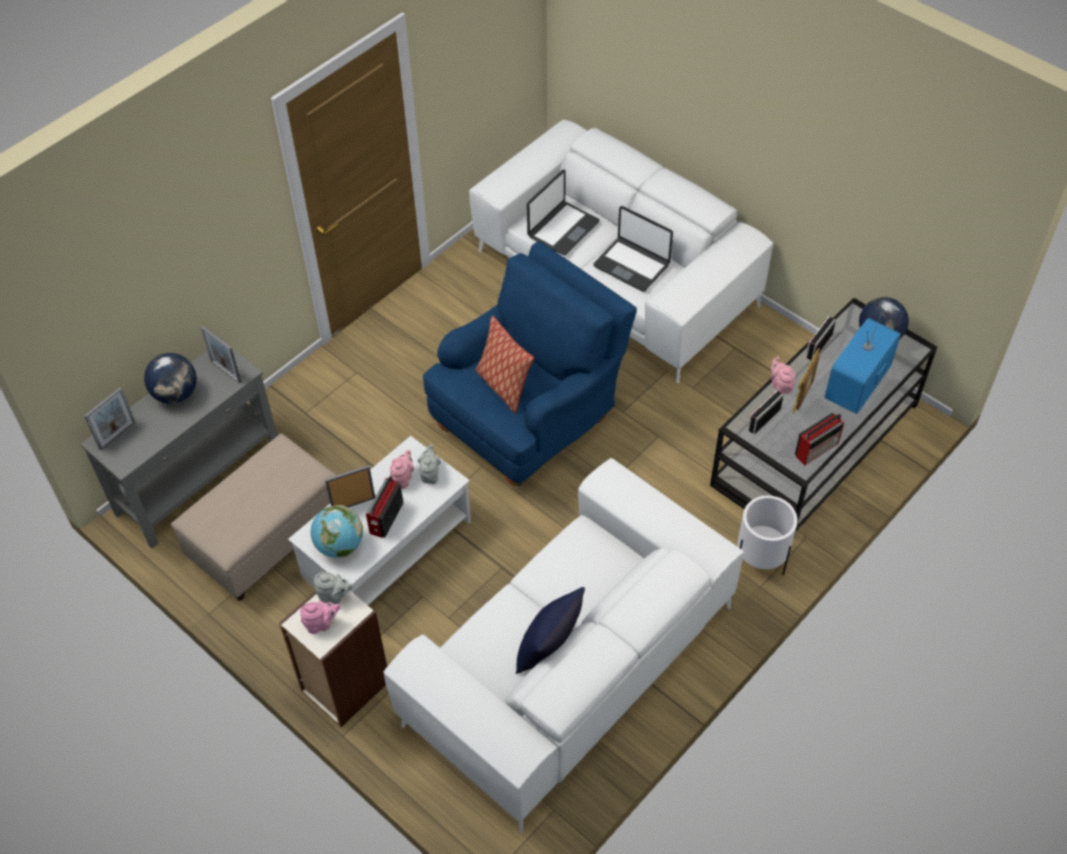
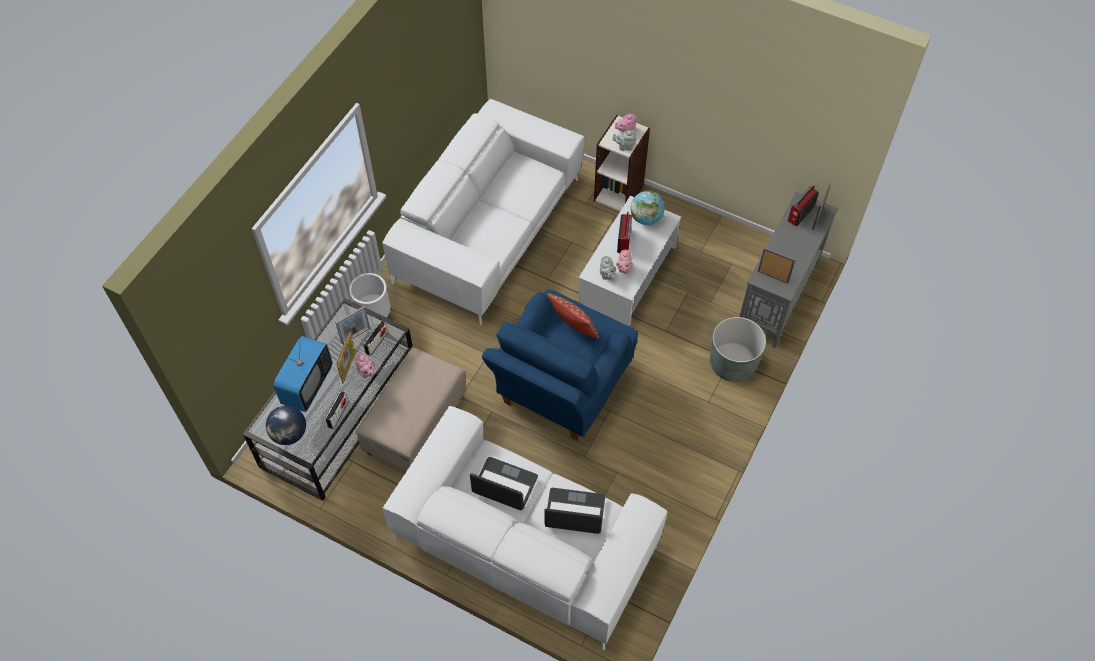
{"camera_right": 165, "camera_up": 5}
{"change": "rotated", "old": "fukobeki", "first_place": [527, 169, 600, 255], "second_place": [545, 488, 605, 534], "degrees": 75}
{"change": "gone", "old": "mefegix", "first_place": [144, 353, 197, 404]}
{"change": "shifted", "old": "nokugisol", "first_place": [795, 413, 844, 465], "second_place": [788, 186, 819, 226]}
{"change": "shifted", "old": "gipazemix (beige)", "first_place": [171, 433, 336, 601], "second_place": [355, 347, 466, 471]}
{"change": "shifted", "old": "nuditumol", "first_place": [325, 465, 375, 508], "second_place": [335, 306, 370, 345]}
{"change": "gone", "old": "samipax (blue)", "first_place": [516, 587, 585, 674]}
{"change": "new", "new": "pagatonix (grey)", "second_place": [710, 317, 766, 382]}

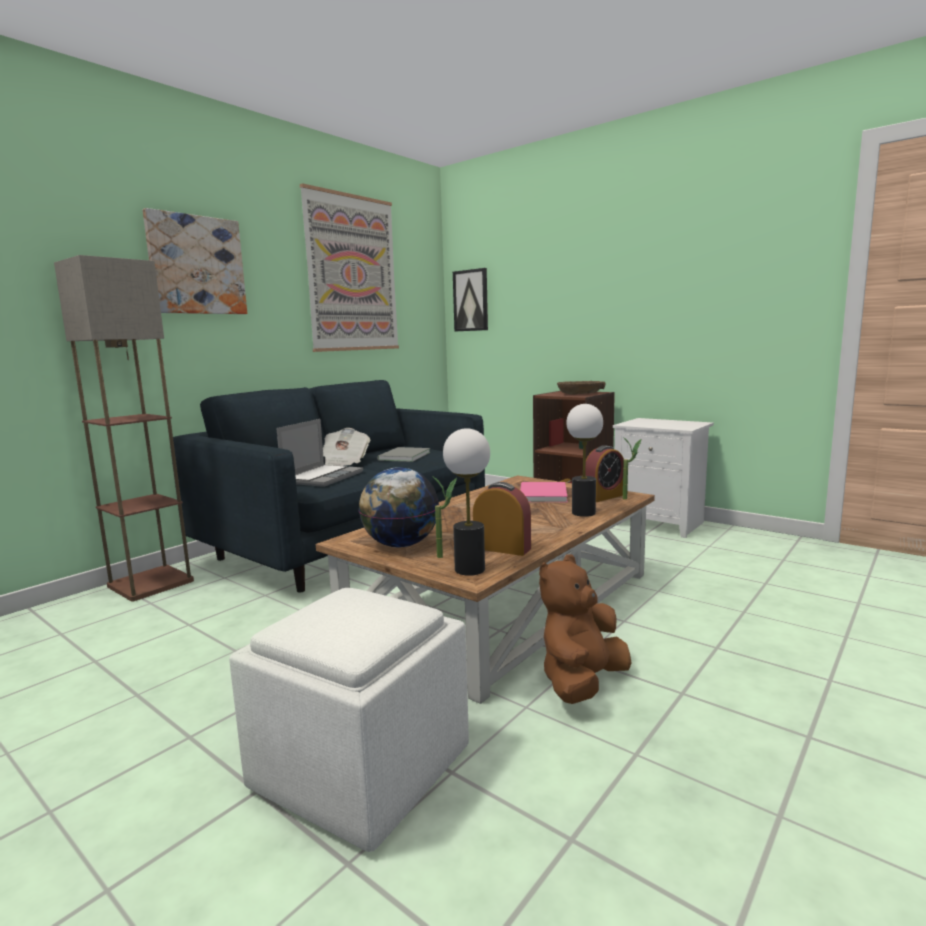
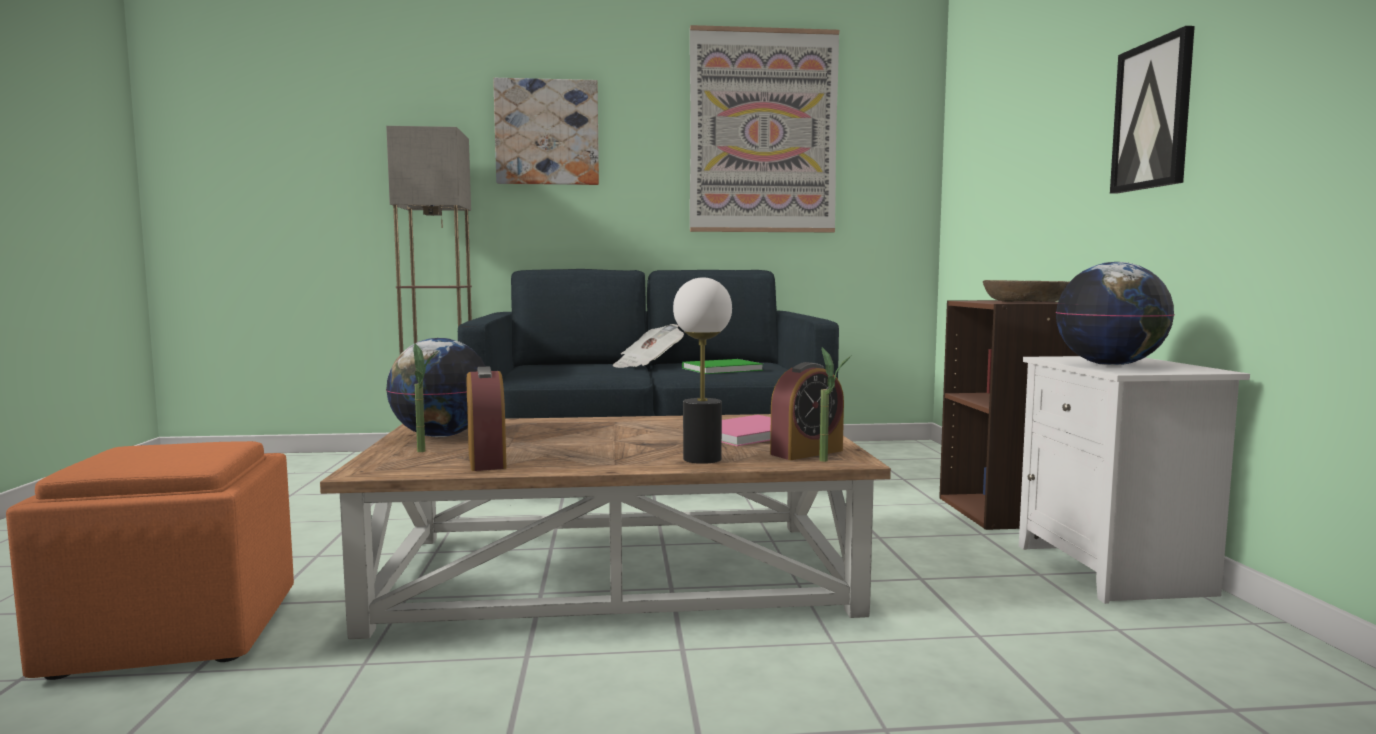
{"camera_right": 45, "camera_up": -5}
{"change": "shifted", "old": "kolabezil", "first_place": [453, 268, 488, 331], "second_place": [1110, 26, 1195, 193]}
{"change": "gone", "old": "fukobeki", "first_place": [276, 419, 363, 487]}
{"change": "gone", "old": "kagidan", "first_place": [443, 428, 490, 576]}
{"change": "rotated", "old": "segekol", "first_place": [585, 445, 624, 502], "second_place": [770, 362, 844, 460], "degrees": -45}
{"change": "repainted", "old": "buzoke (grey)", "new": "buzoke (green)", "first_place": [377, 447, 430, 462], "second_place": [682, 359, 763, 374]}
{"change": "gone", "old": "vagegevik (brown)", "first_place": [539, 555, 631, 704]}
{"change": "repainted", "old": "gipazemix (white)", "new": "gipazemix (orange)", "first_place": [229, 588, 469, 852], "second_place": [6, 441, 294, 680]}
{"change": "new", "new": "mefegix", "second_place": [1056, 262, 1175, 365]}

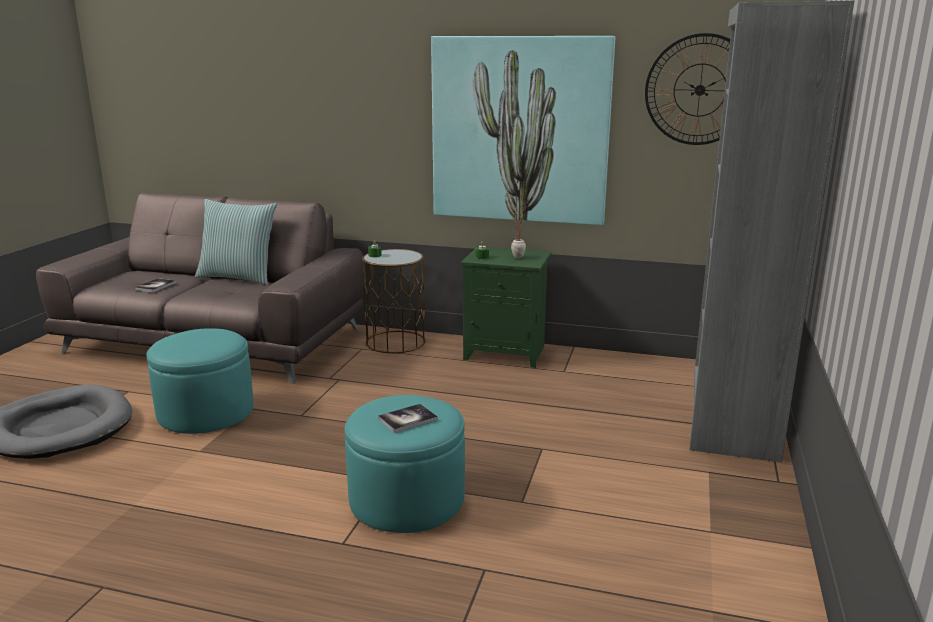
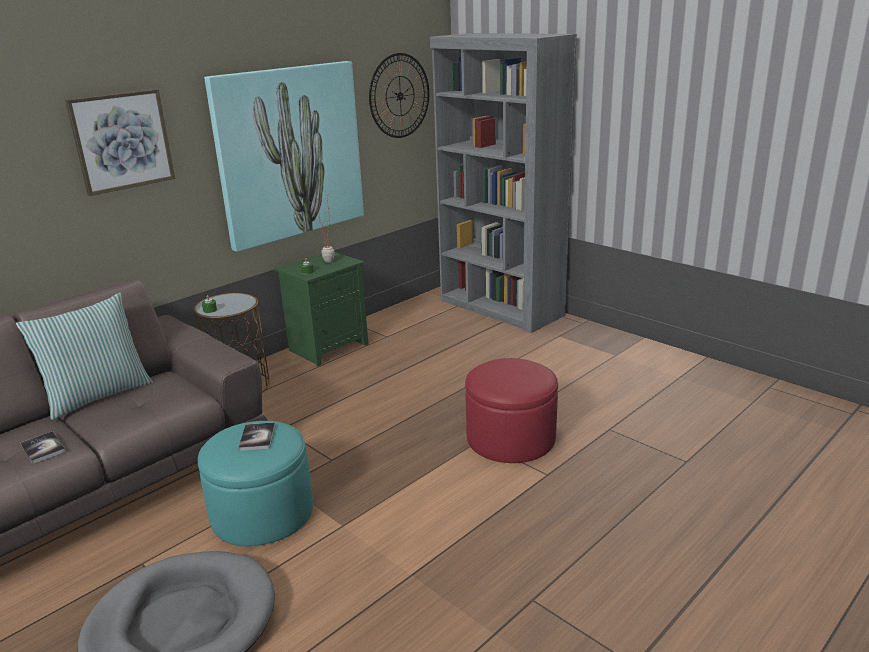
{"camera_right": -60, "camera_up": 5}
{"change": "repainted", "old": "gipazemix (turquoise)", "new": "gipazemix (red)", "first_place": [345, 395, 465, 533], "second_place": [465, 358, 558, 463]}
{"change": "shifted", "old": "buzoke", "first_place": [378, 404, 438, 433], "second_place": [239, 422, 275, 451]}
{"change": "new", "new": "kolabezil", "second_place": [65, 89, 175, 196]}

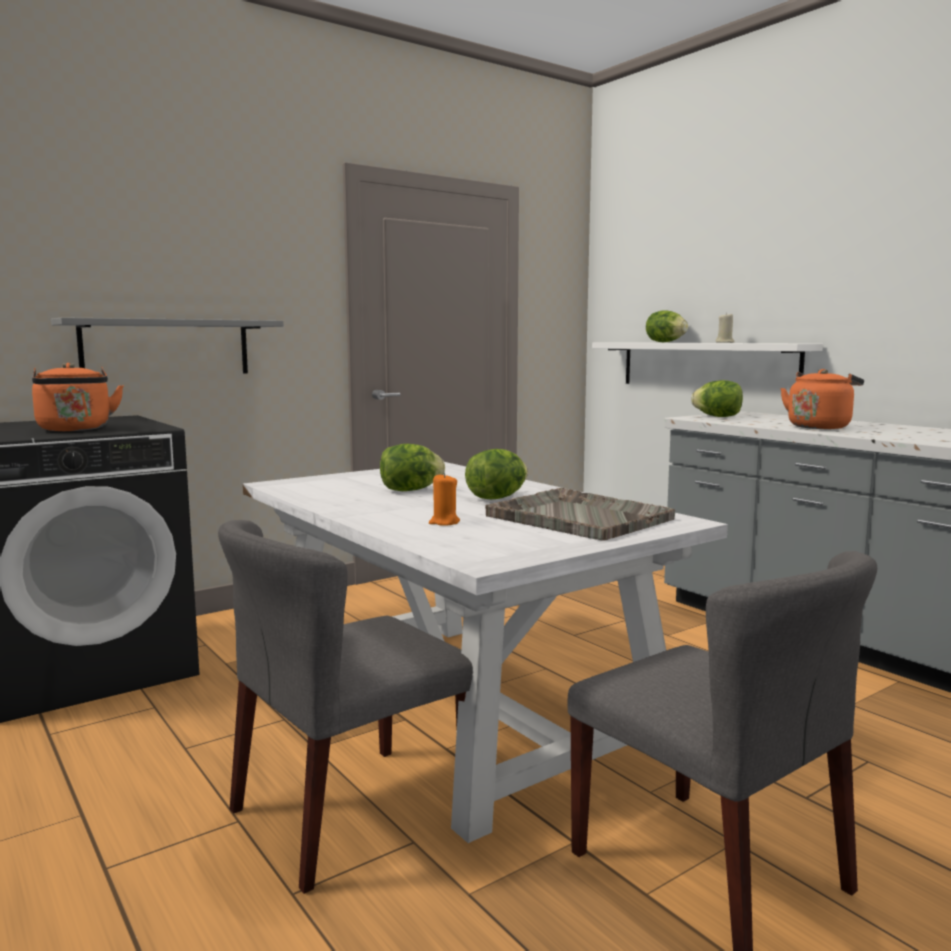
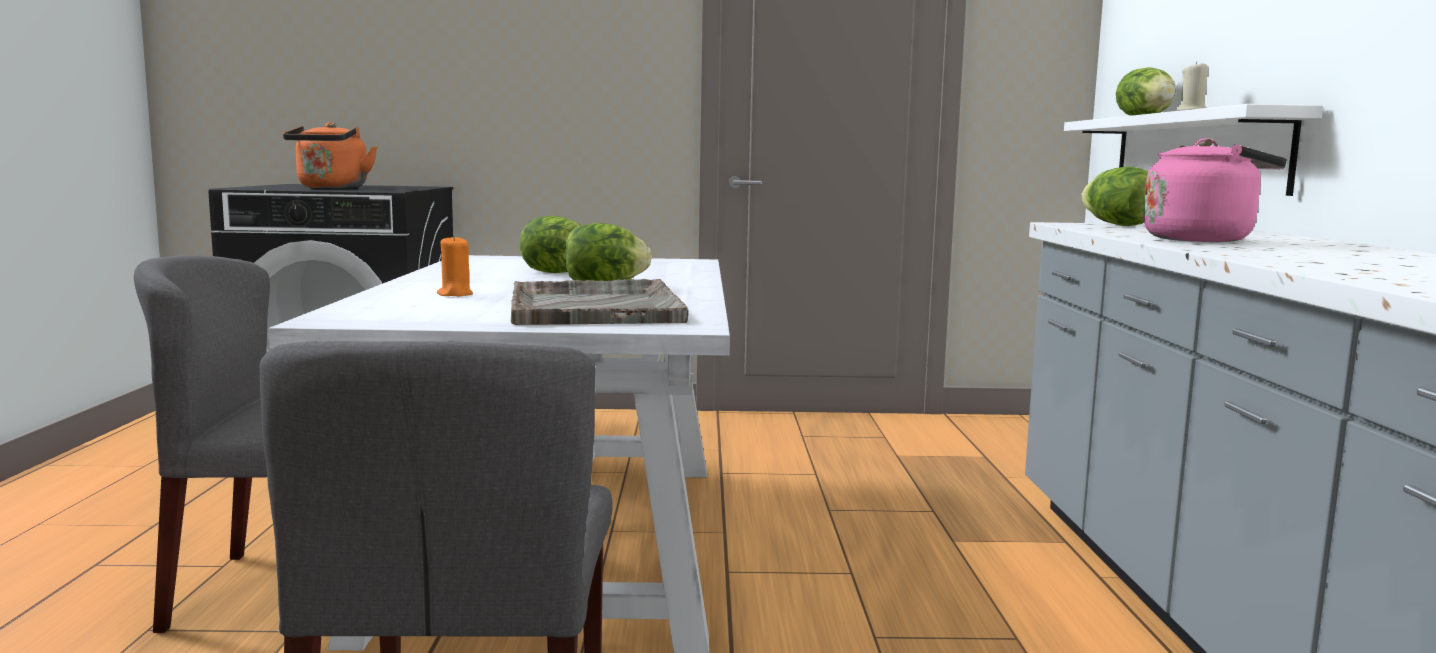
{"camera_right": 35, "camera_up": 0}
{"change": "gone", "old": "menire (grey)", "first_place": [51, 317, 284, 374]}
{"change": "repainted", "old": "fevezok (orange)", "new": "fevezok (pink)", "first_place": [780, 369, 864, 429], "second_place": [1143, 138, 1287, 242]}

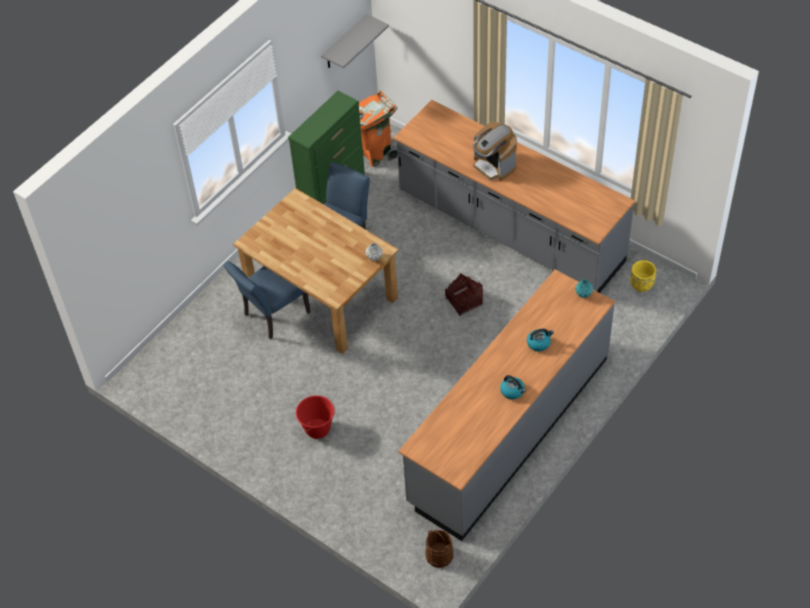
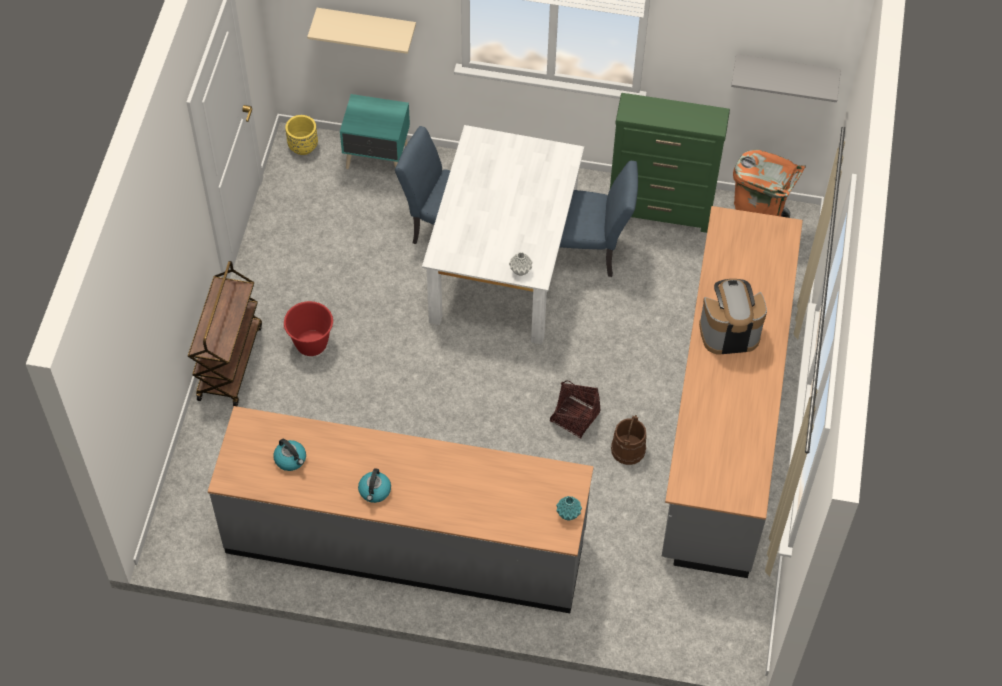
{"camera_right": 60, "camera_up": 5}
{"change": "rotated", "old": "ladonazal", "first_place": [473, 122, 517, 181], "second_place": [699, 279, 767, 354], "degrees": 60}
{"change": "repainted", "old": "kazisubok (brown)", "new": "kazisubok (white)", "first_place": [233, 188, 399, 354], "second_place": [422, 125, 584, 345]}
{"change": "shifted", "old": "pagatonix (yellow)", "first_place": [630, 260, 656, 292], "second_place": [285, 115, 318, 155]}
{"change": "shifted", "old": "fevezok", "first_place": [527, 329, 554, 351], "second_place": [273, 439, 306, 471]}
{"change": "shifted", "old": "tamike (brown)", "first_place": [425, 530, 454, 568], "second_place": [611, 415, 646, 465]}
{"change": "new", "new": "menire (beige)", "second_place": [307, 8, 416, 54]}
{"change": "new", "new": "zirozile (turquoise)", "second_place": [340, 94, 410, 169]}
{"change": "new", "new": "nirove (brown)", "second_place": [188, 261, 262, 407]}

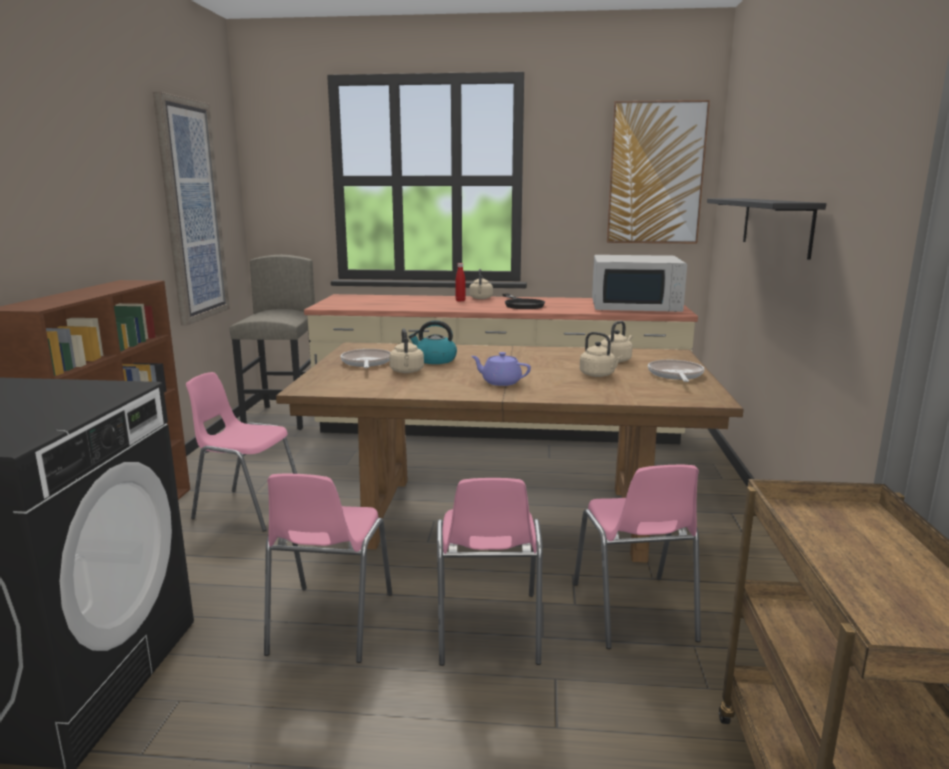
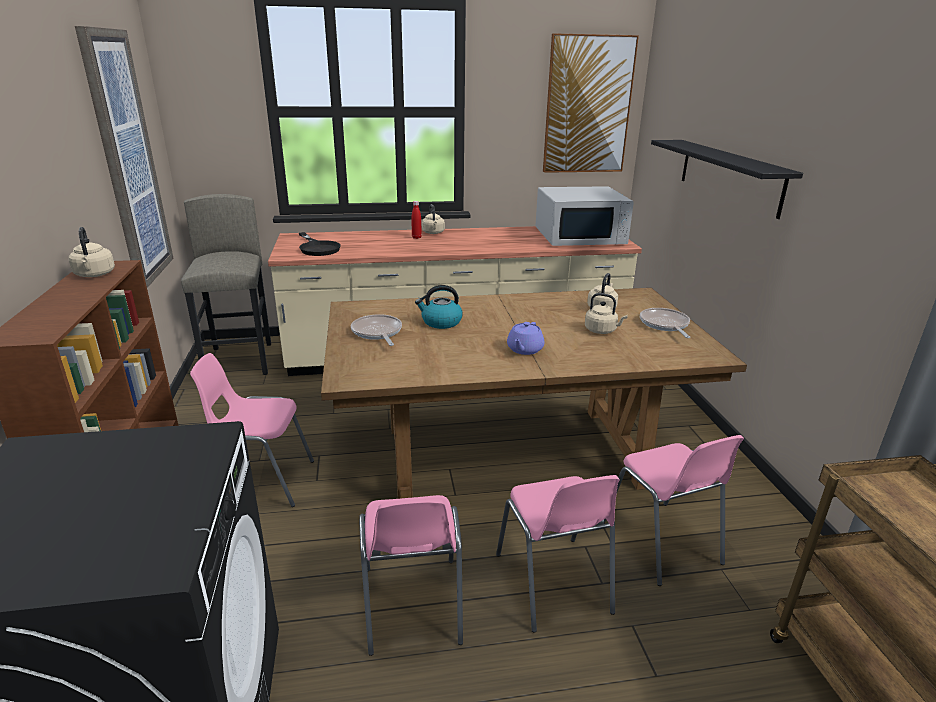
{"camera_right": -15, "camera_up": 10}
{"change": "shifted", "old": "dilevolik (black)", "first_place": [502, 294, 545, 309], "second_place": [299, 232, 341, 256]}
{"change": "shifted", "old": "fevezok (beige)", "first_place": [389, 328, 424, 373], "second_place": [68, 227, 115, 277]}
{"change": "rotated", "old": "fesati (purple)", "first_place": [471, 352, 531, 386], "second_place": [507, 322, 544, 355], "degrees": -75}

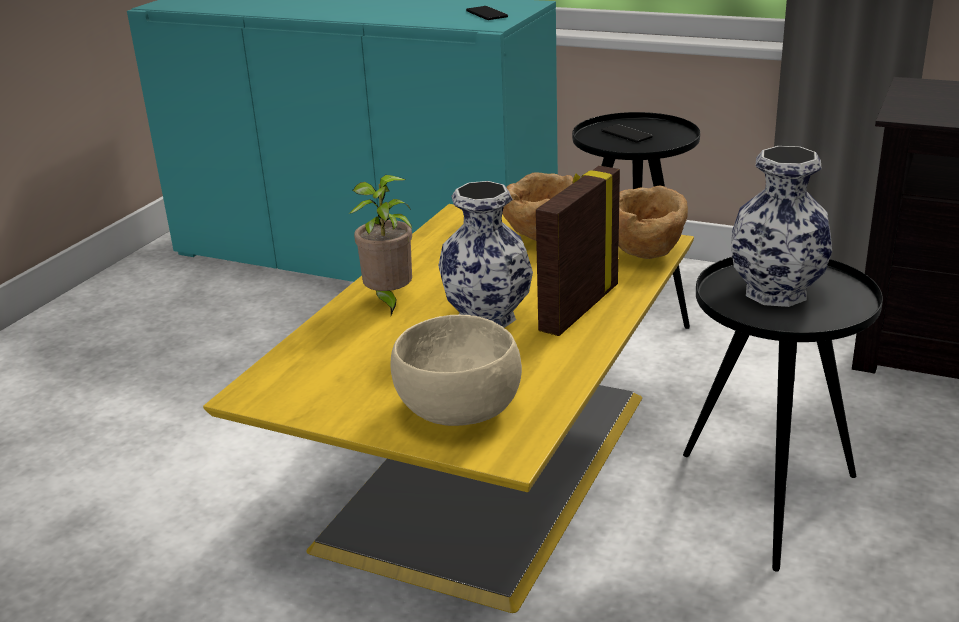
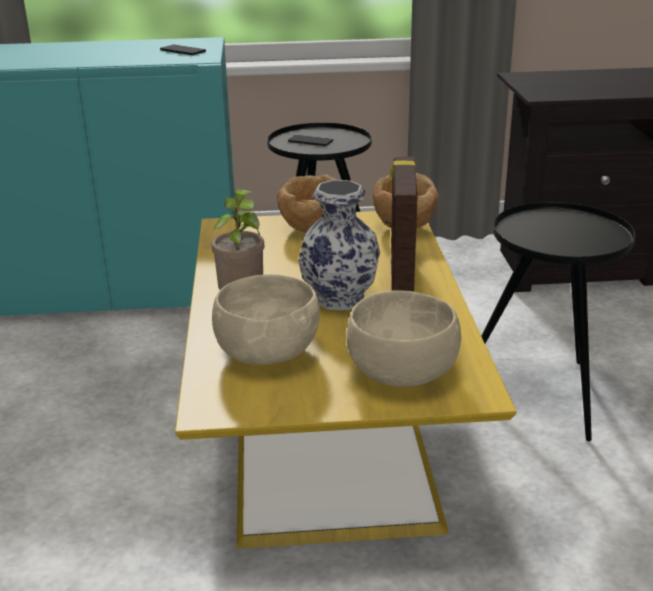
{"camera_right": -30, "camera_up": 0}
{"change": "gone", "old": "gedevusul", "first_place": [731, 146, 832, 307]}
{"change": "new", "new": "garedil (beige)", "second_place": [212, 274, 320, 365]}

